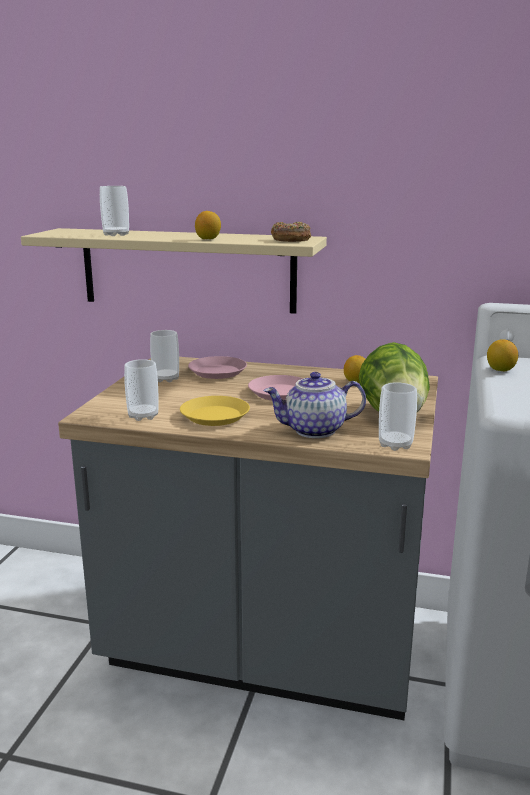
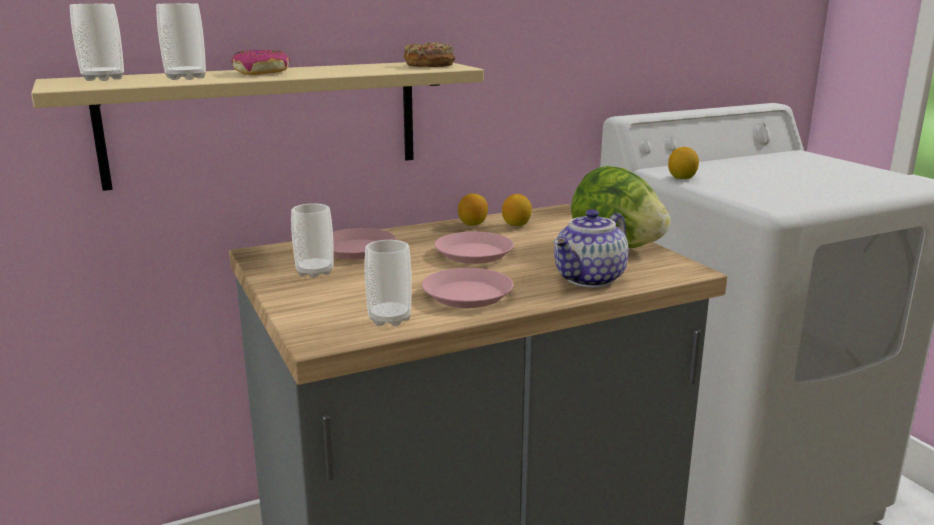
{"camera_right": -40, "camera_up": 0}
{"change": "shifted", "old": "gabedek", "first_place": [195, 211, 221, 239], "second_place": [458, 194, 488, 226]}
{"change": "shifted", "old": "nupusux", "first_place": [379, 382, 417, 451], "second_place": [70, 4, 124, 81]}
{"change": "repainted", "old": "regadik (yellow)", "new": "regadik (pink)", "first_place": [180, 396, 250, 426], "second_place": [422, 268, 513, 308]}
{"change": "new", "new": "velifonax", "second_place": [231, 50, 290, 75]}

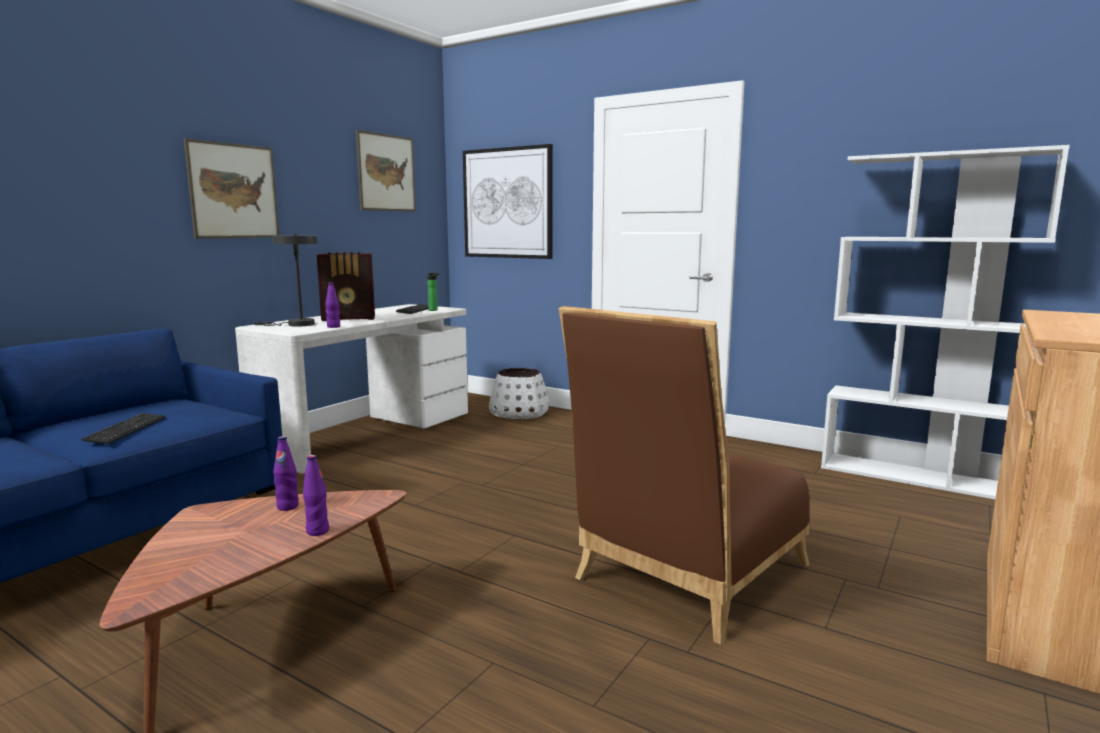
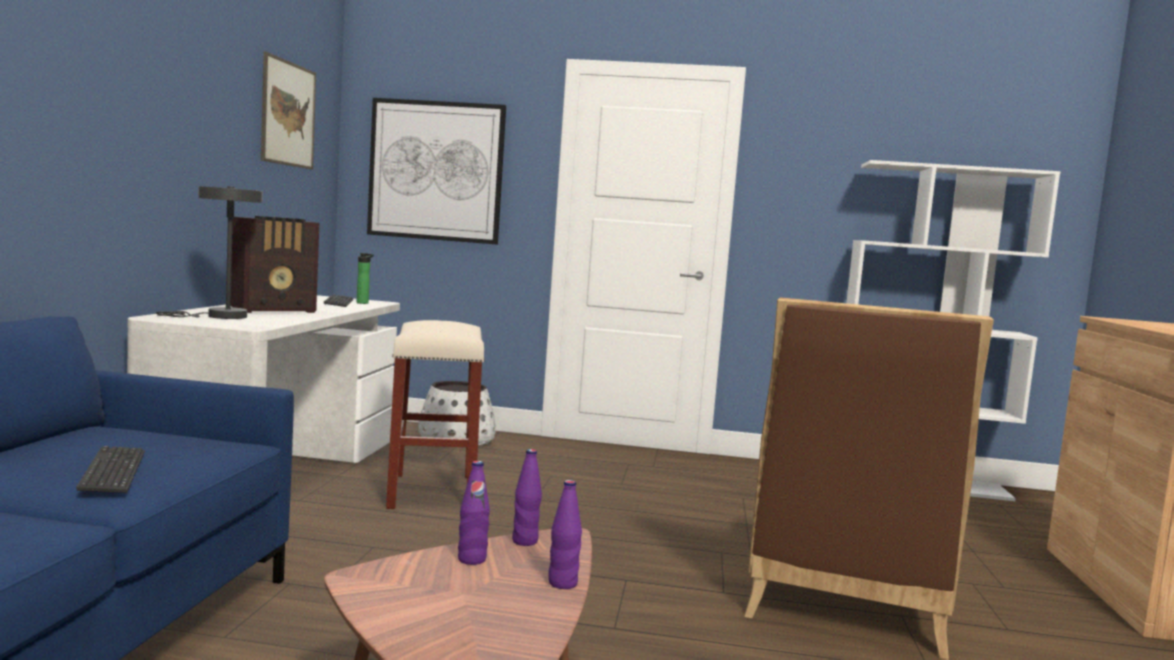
{"camera_right": -25, "camera_up": -5}
{"change": "gone", "old": "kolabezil", "first_place": [184, 138, 279, 239]}
{"change": "shifted", "old": "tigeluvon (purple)", "first_place": [325, 282, 340, 328], "second_place": [512, 449, 542, 546]}
{"change": "new", "new": "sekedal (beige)", "second_place": [386, 320, 485, 509]}

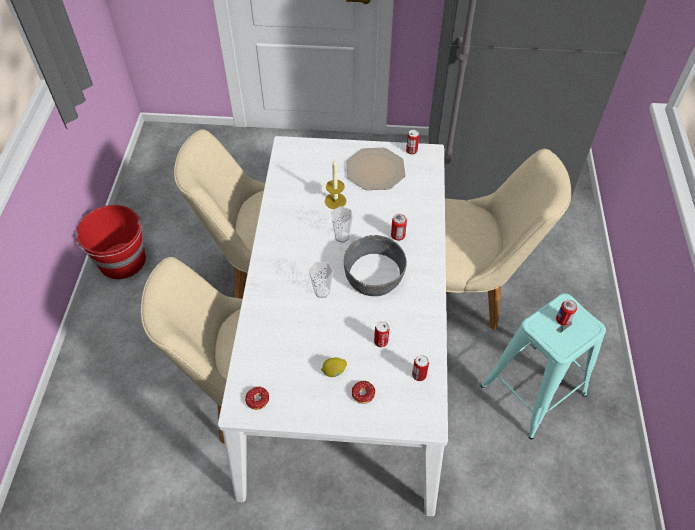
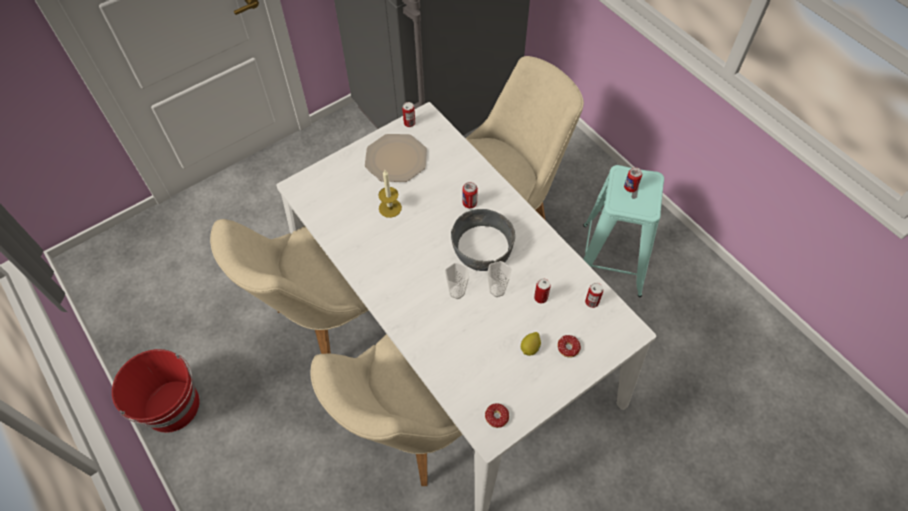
{"camera_right": -40, "camera_up": 5}
{"change": "shifted", "old": "nupusux", "first_place": [331, 206, 353, 243], "second_place": [487, 261, 512, 297]}

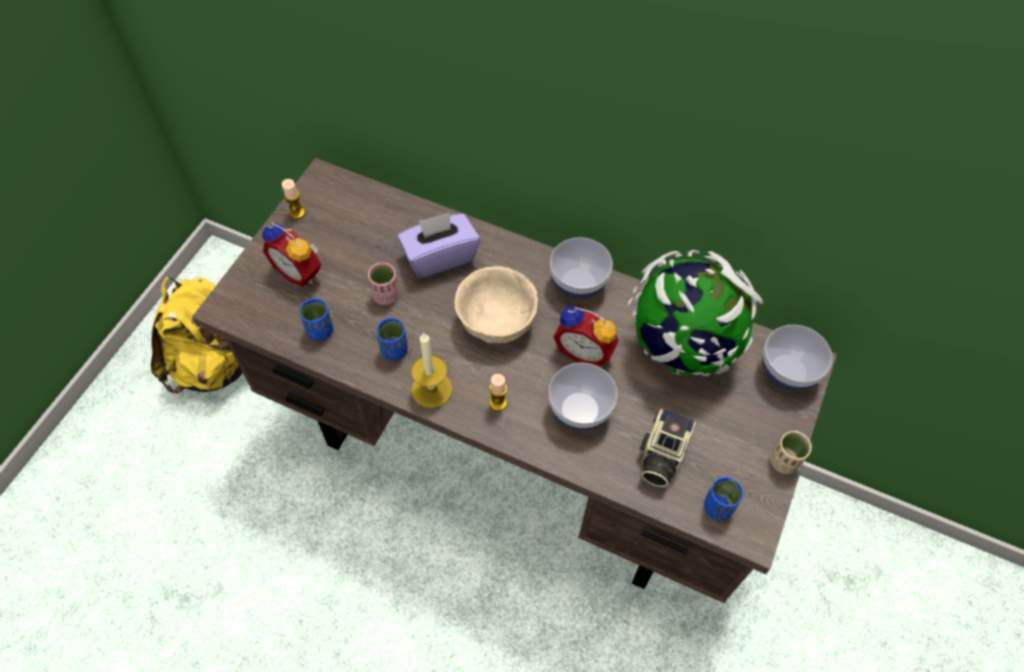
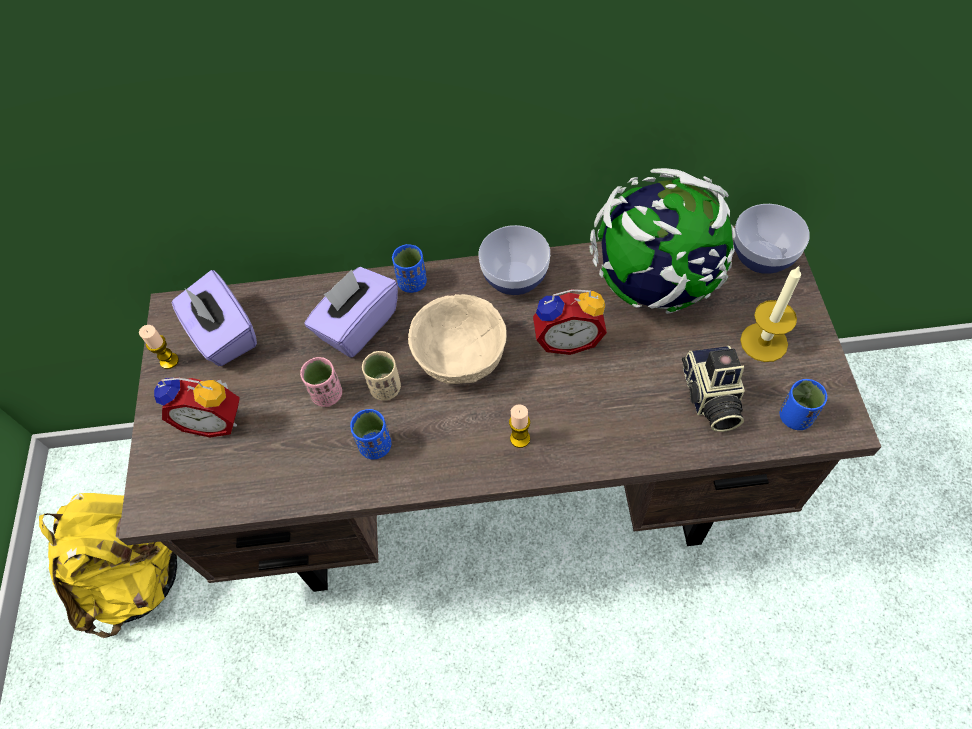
{"camera_right": -25, "camera_up": 0}
{"change": "shifted", "old": "nupusux (blue)", "first_place": [299, 298, 333, 341], "second_place": [392, 244, 427, 293]}
{"change": "shifted", "old": "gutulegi", "first_place": [411, 333, 452, 408], "second_place": [740, 265, 801, 362]}
{"change": "gone", "old": "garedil", "first_place": [549, 363, 617, 431]}
{"change": "shifted", "old": "nupusux (beige)", "first_place": [770, 431, 812, 474], "second_place": [362, 351, 401, 401]}
{"change": "new", "new": "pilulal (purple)", "second_place": [172, 270, 257, 366]}

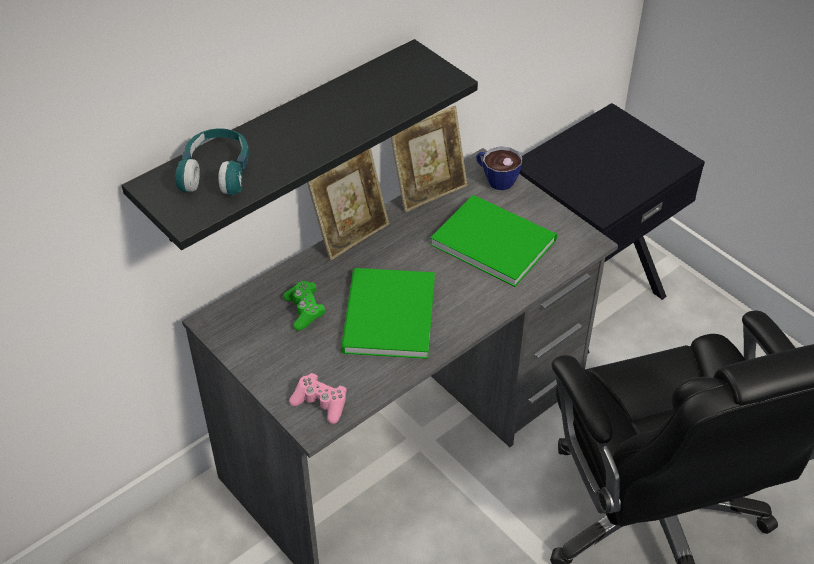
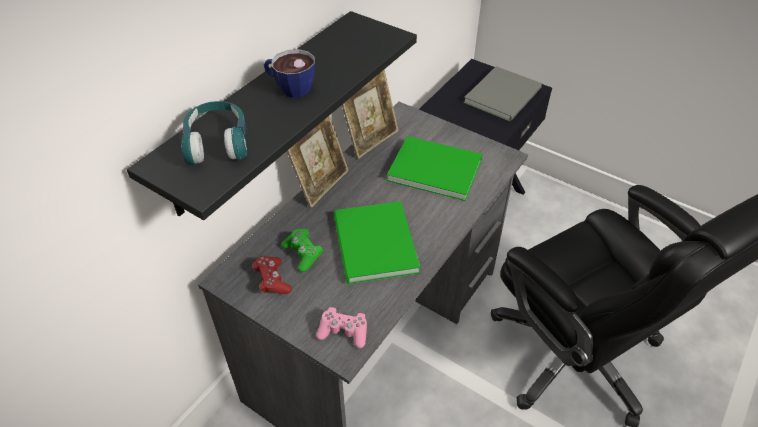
{"camera_right": -15, "camera_up": 0}
{"change": "shifted", "old": "nupusux", "first_place": [476, 146, 523, 190], "second_place": [264, 49, 315, 98]}
{"change": "new", "new": "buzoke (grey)", "second_place": [464, 66, 542, 122]}
{"change": "new", "new": "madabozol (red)", "second_place": [252, 256, 292, 294]}

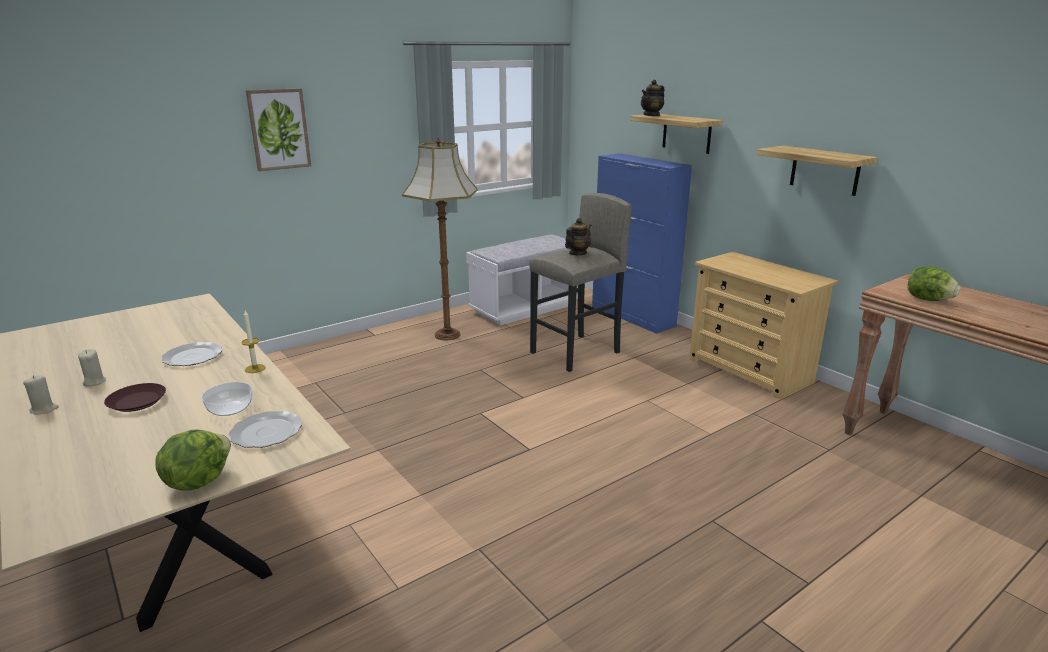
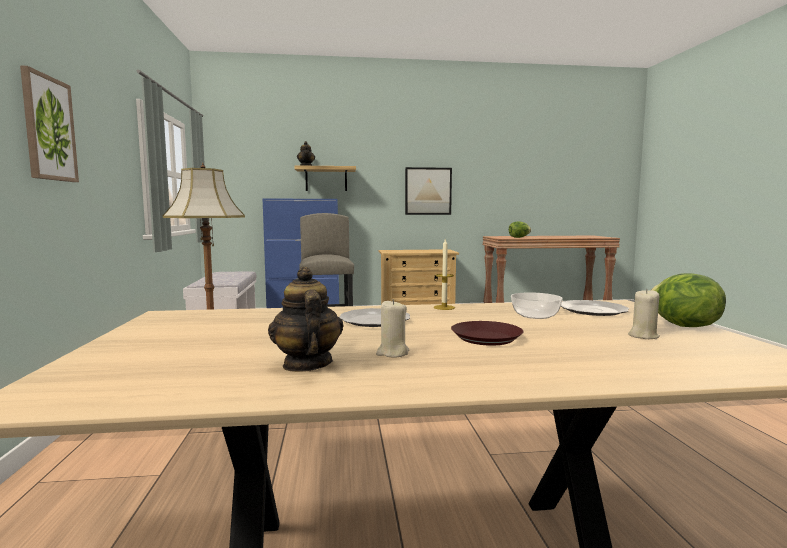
{"camera_right": -60, "camera_up": -15}
{"change": "swapped", "old": "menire", "new": "kolabezil", "first_place": [757, 145, 878, 196], "second_place": [405, 167, 452, 215]}
{"change": "shifted", "old": "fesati", "first_place": [565, 218, 592, 255], "second_place": [268, 267, 344, 372]}
{"change": "shifted", "old": "gutulegi (beige)", "first_place": [23, 375, 59, 415], "second_place": [628, 289, 660, 339]}

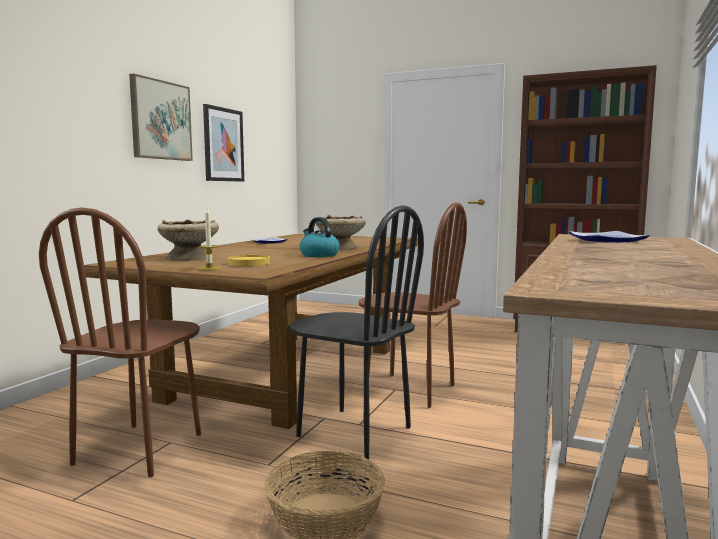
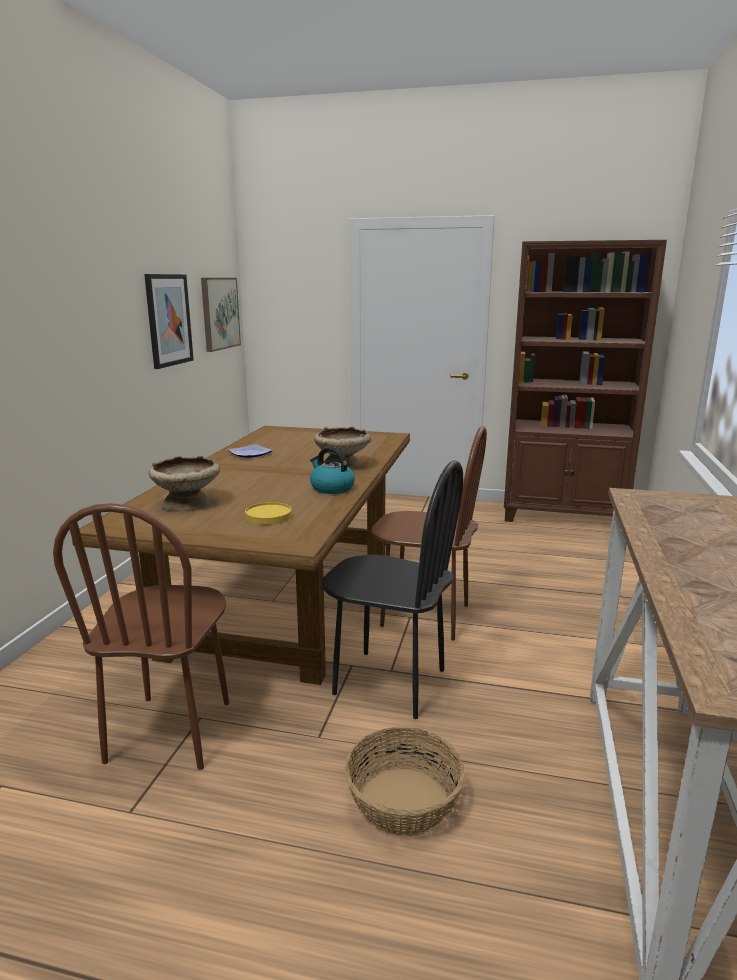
{"camera_right": -10, "camera_up": 10}
{"change": "shifted", "old": "kolabezil", "first_place": [129, 73, 193, 161], "second_place": [201, 278, 241, 352]}
{"change": "gone", "old": "gutulegi", "first_place": [198, 208, 221, 270]}
{"change": "gone", "old": "regadik", "first_place": [569, 231, 650, 243]}

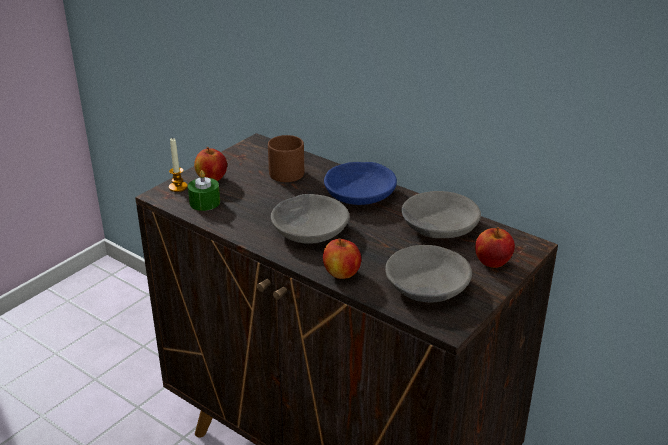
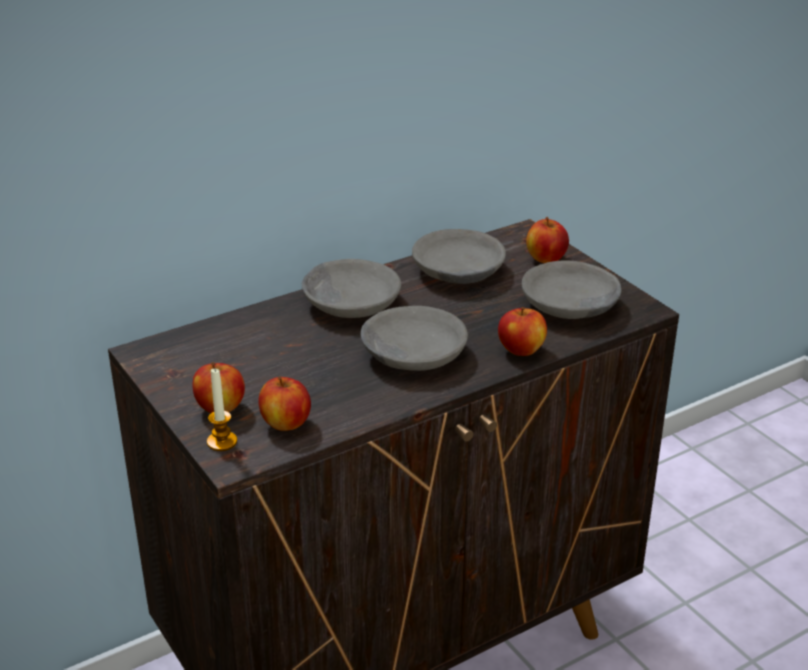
{"camera_right": -70, "camera_up": 0}
{"change": "gone", "old": "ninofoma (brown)", "first_place": [268, 135, 304, 182]}
{"change": "repainted", "old": "garedil (blue)", "new": "garedil (grey)", "first_place": [324, 162, 397, 205], "second_place": [302, 259, 401, 318]}
{"change": "swapped", "old": "gutulegi (green)", "new": "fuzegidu", "first_place": [188, 170, 220, 211], "second_place": [259, 376, 311, 431]}

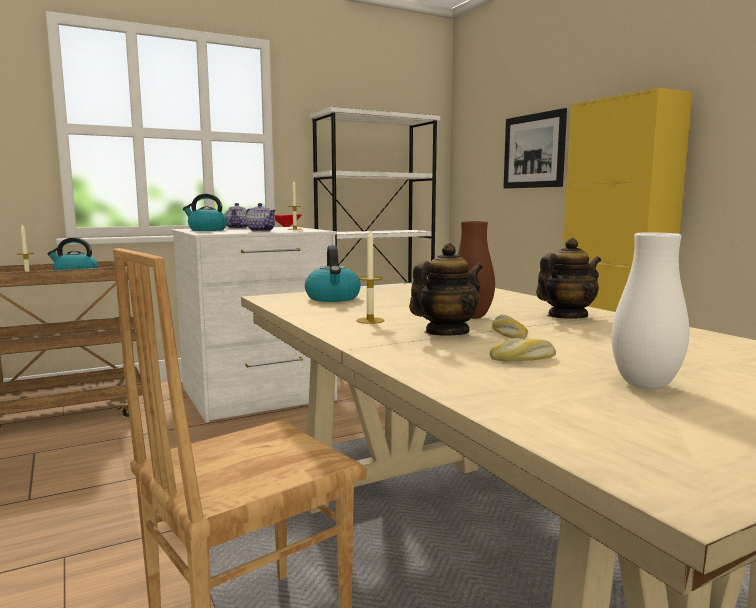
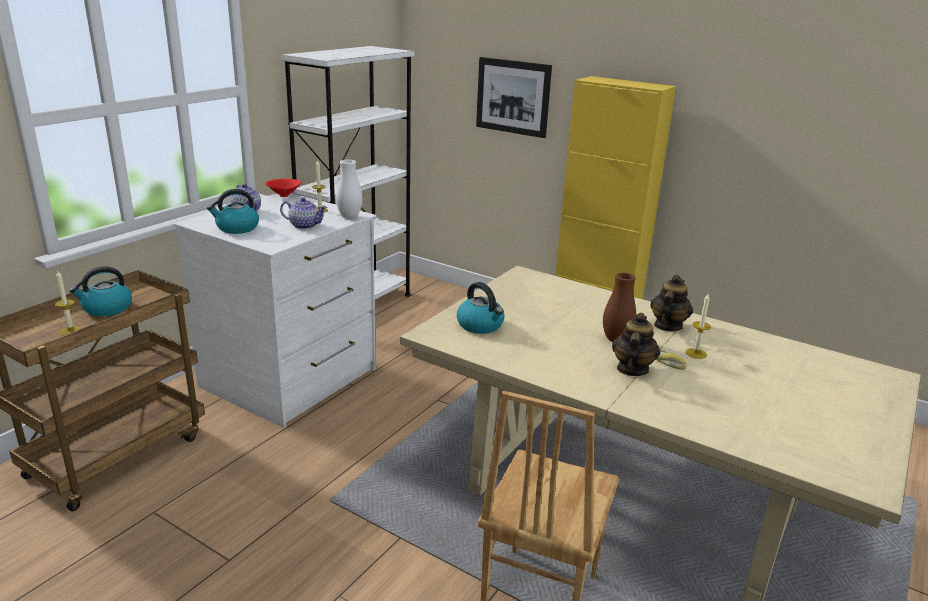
{"camera_right": -30, "camera_up": 15}
{"change": "shifted", "old": "gutulegi", "first_place": [356, 230, 384, 324], "second_place": [686, 294, 711, 359]}
{"change": "shifted", "old": "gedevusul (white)", "first_place": [611, 232, 689, 389], "second_place": [336, 160, 362, 219]}
{"change": "gone", "old": "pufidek", "first_place": [490, 338, 556, 361]}

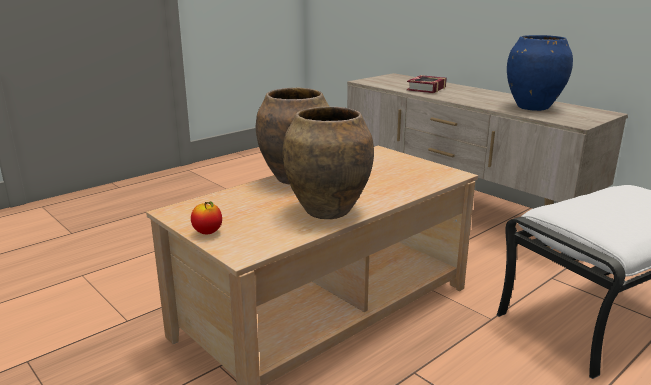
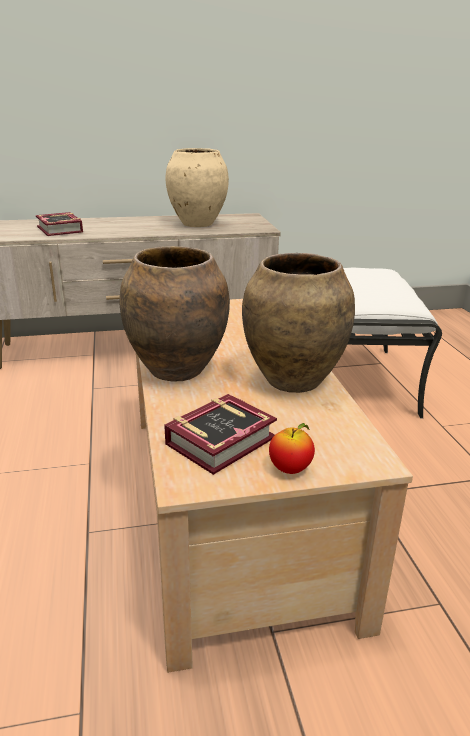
{"camera_right": -60, "camera_up": 5}
{"change": "repainted", "old": "gedevusul (blue)", "new": "gedevusul (beige)", "first_place": [507, 35, 573, 111], "second_place": [166, 148, 229, 227]}
{"change": "new", "new": "buzoke", "second_place": [164, 394, 277, 475]}

